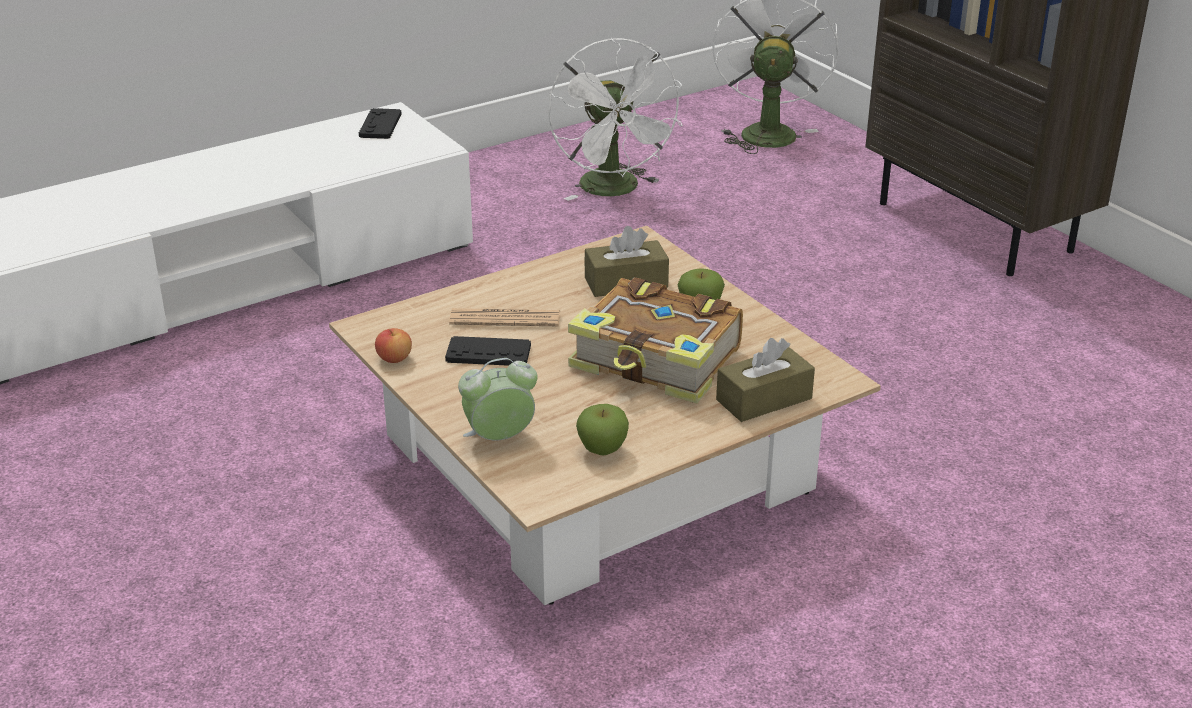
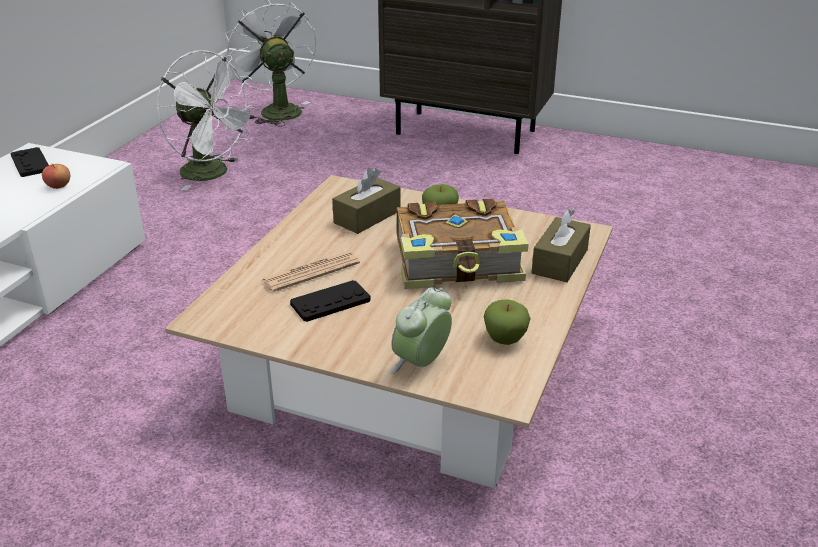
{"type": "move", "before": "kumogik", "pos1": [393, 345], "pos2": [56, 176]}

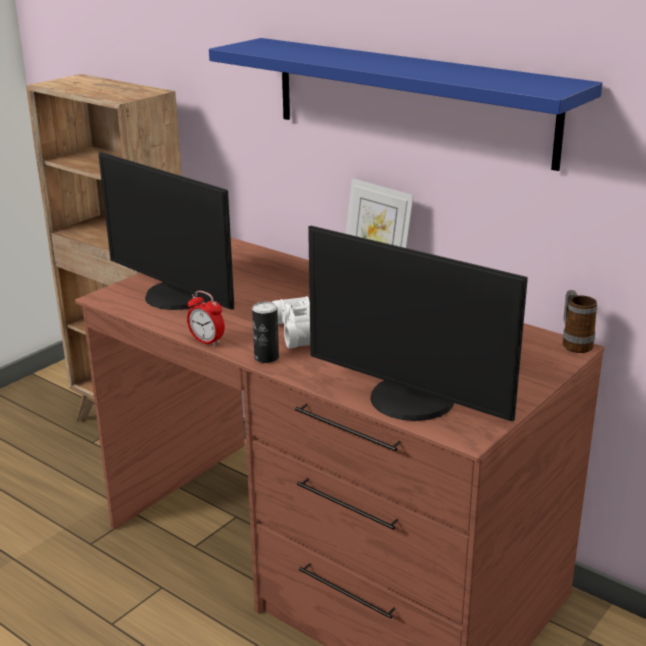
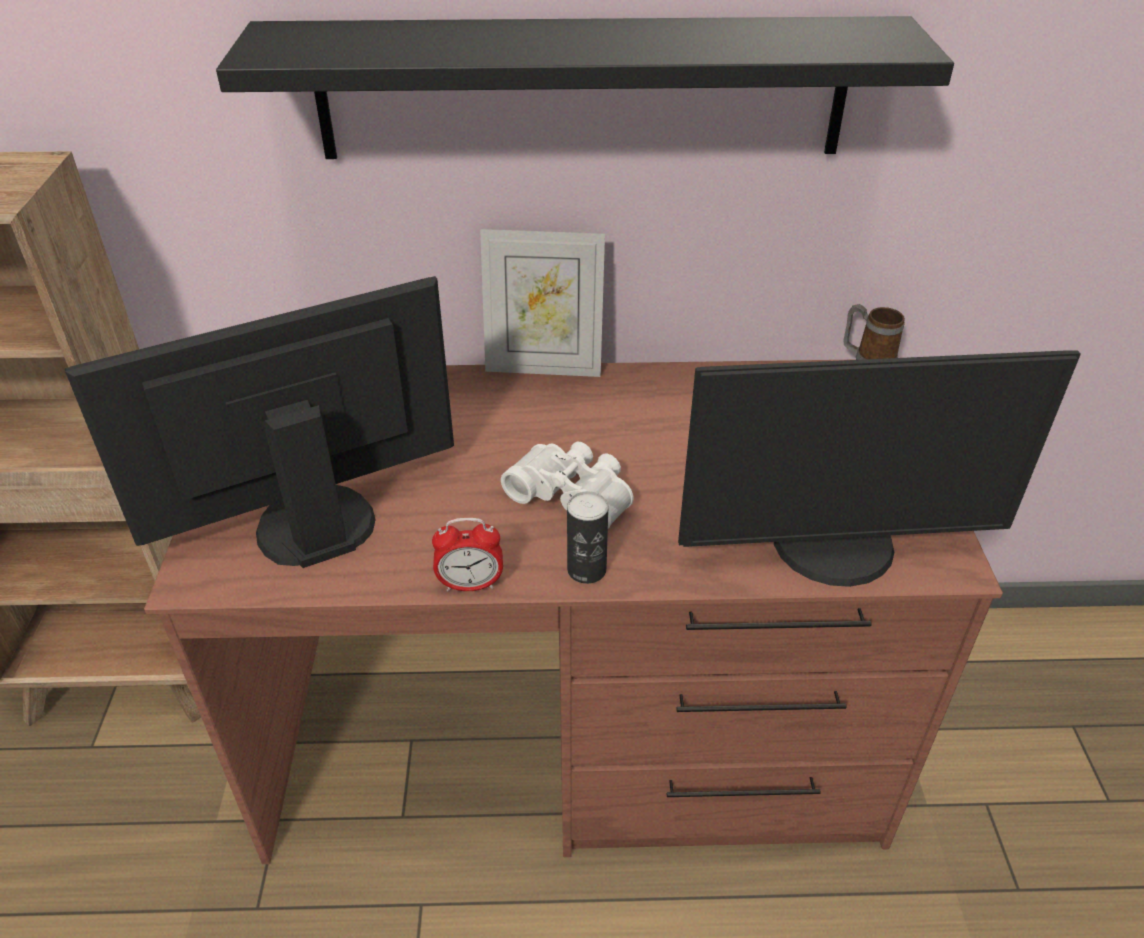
{"type": "rotate", "before": "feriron", "pos1": [166, 231], "pos2": [259, 422], "turn": 150}
{"type": "recolor", "before": "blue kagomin", "after": "black kagomin", "pos1": [405, 104], "pos2": [585, 87]}

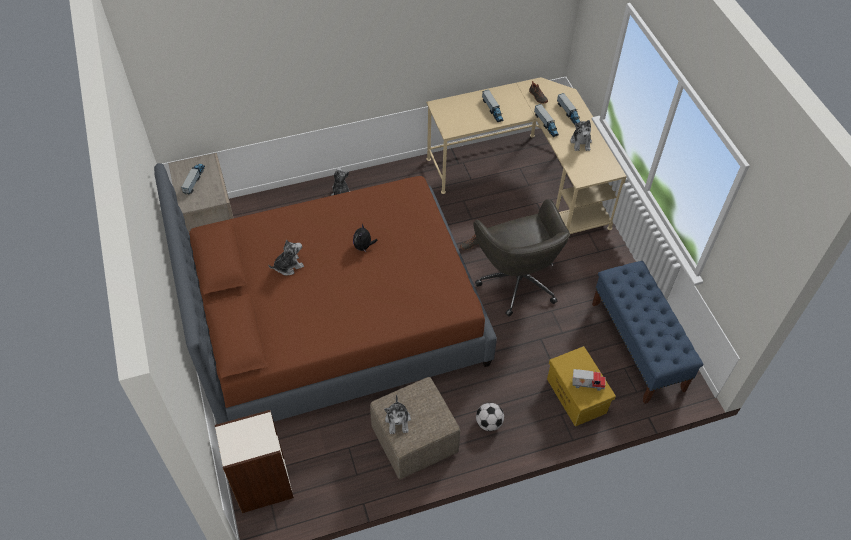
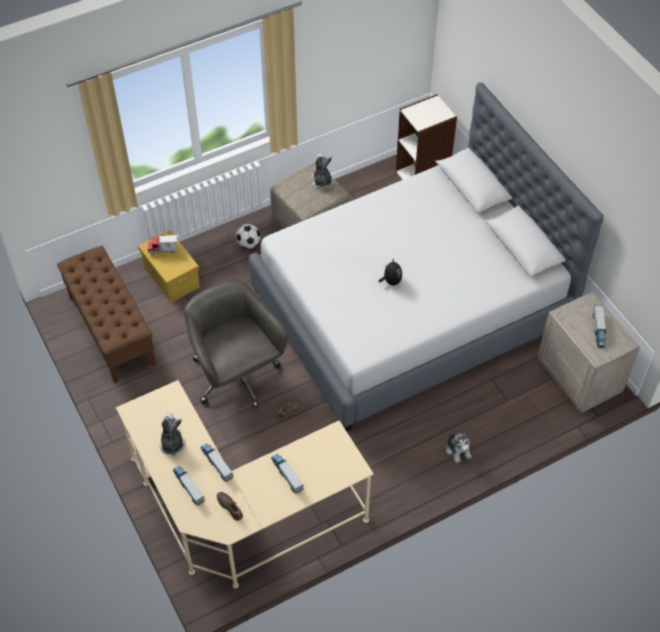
{"type": "recolor", "before": "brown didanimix", "after": "grey didanimix", "pos1": [325, 293], "pos2": [426, 257]}
{"type": "delete", "before": "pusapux", "pos1": [286, 258]}
{"type": "recolor", "before": "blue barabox", "after": "brown barabox", "pos1": [647, 332], "pos2": [106, 315]}

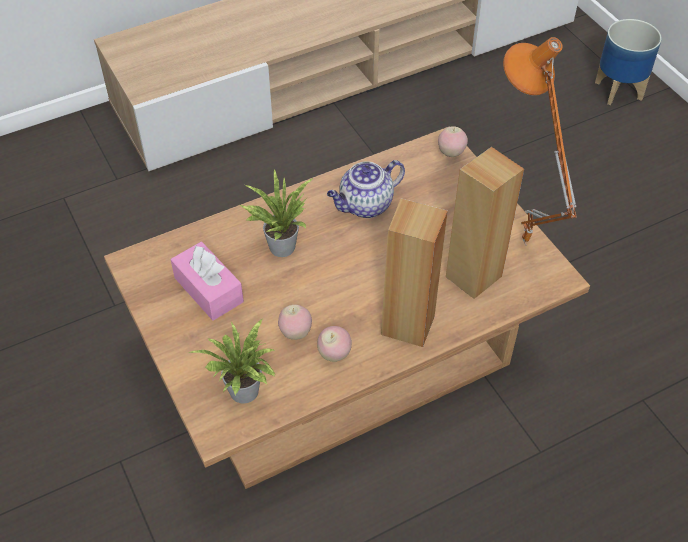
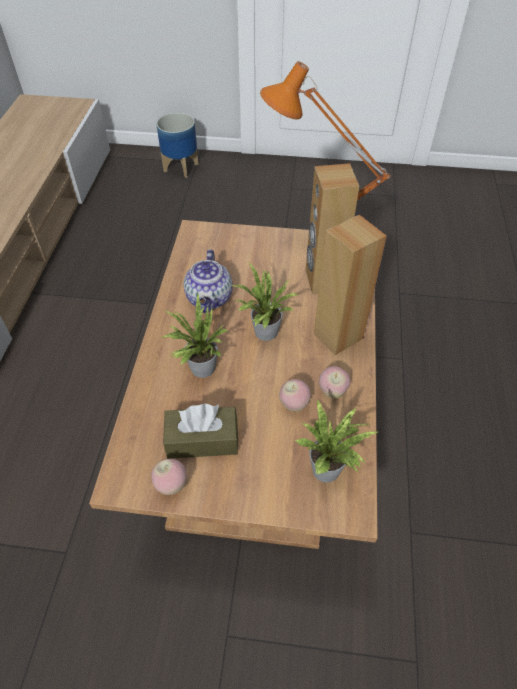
{"type": "recolor", "before": "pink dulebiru", "after": "brown dulebiru", "pos1": [207, 281], "pos2": [200, 431]}
{"type": "move", "before": "kumogik", "pos1": [453, 141], "pos2": [169, 477]}
{"type": "insert", "after": "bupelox", "pos2": [265, 302]}

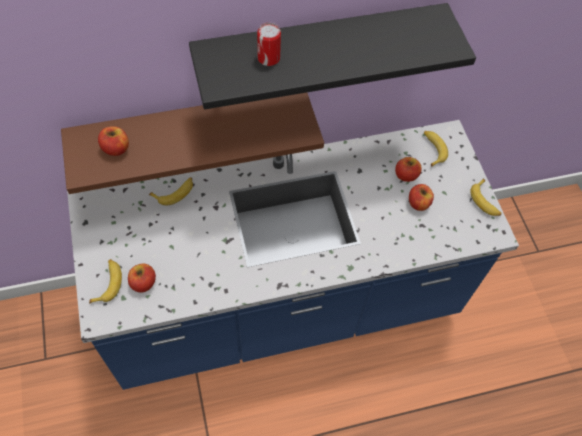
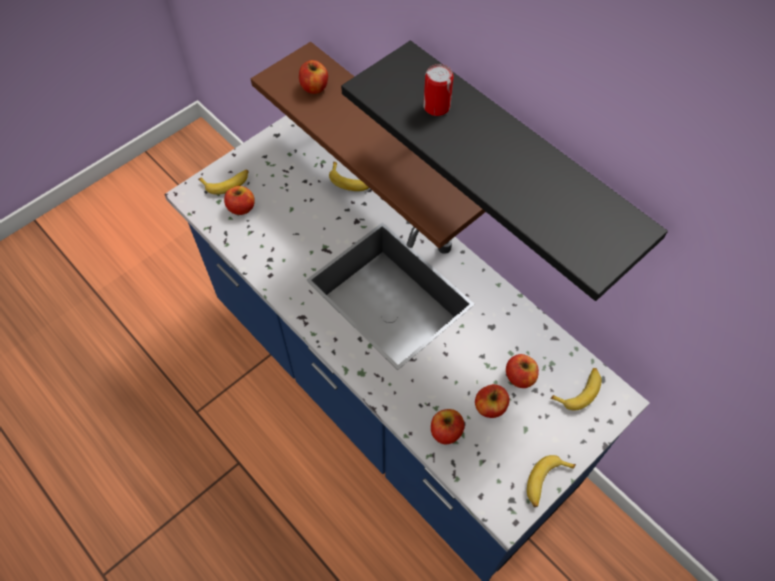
{"type": "insert", "after": "kumogik", "pos2": [447, 426]}

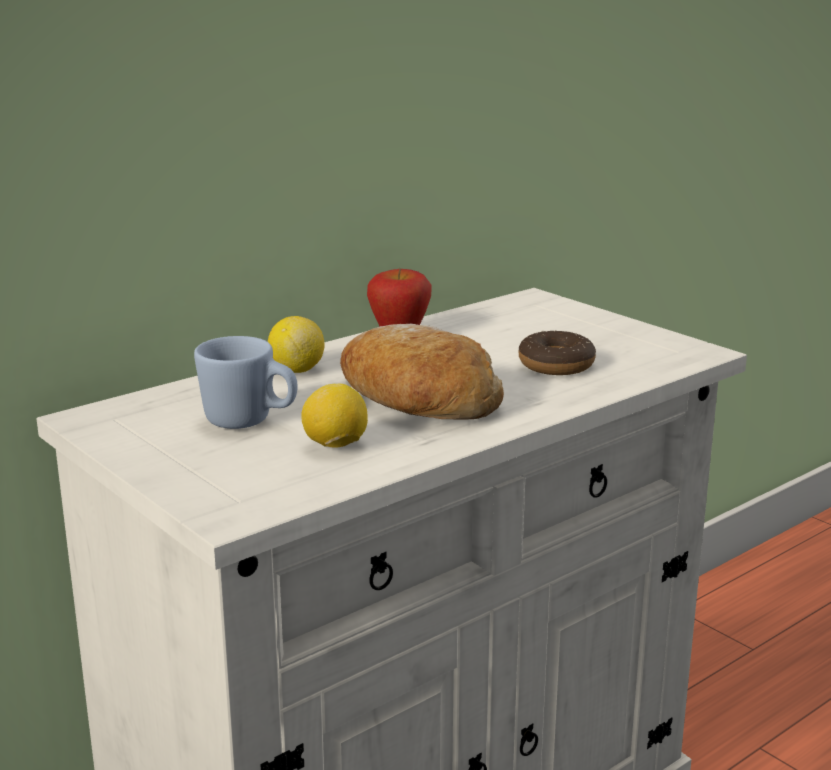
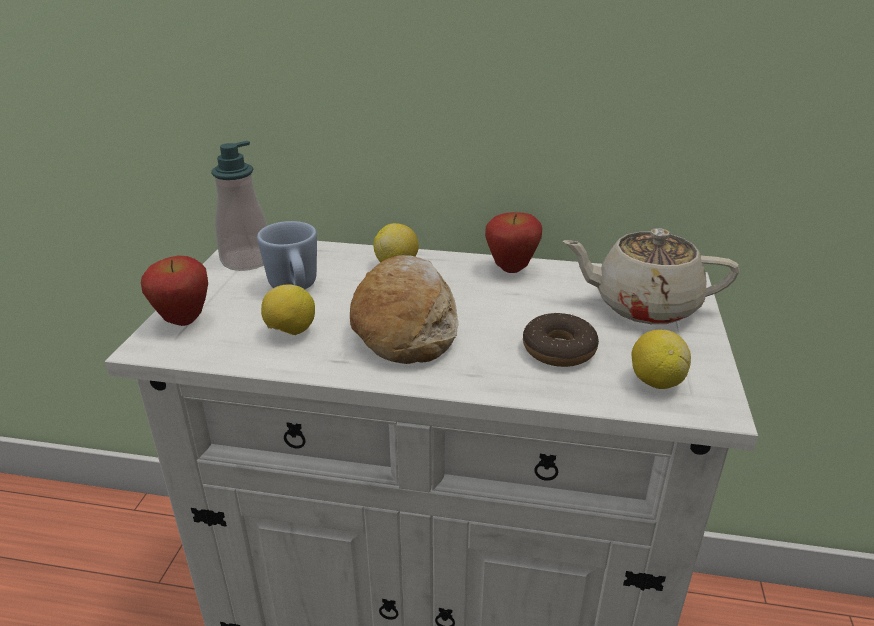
{"type": "insert", "after": "kumogik", "pos2": [174, 290]}
{"type": "insert", "after": "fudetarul", "pos2": [239, 206]}
{"type": "insert", "after": "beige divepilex", "pos2": [650, 276]}
{"type": "insert", "after": "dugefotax", "pos2": [661, 359]}

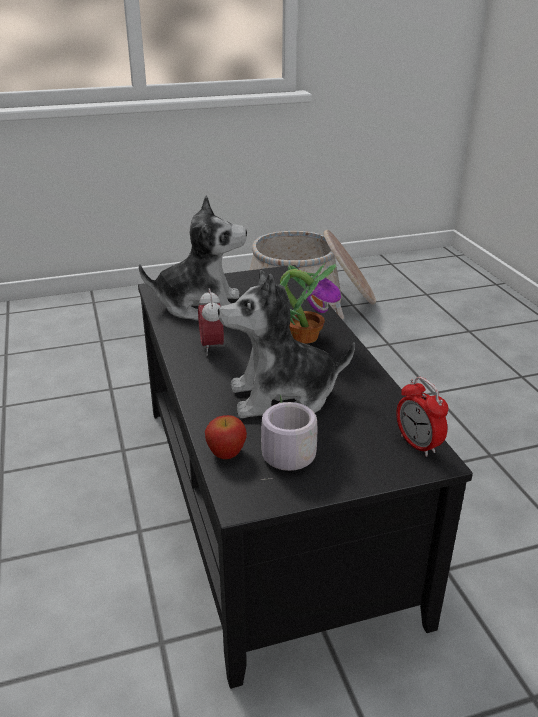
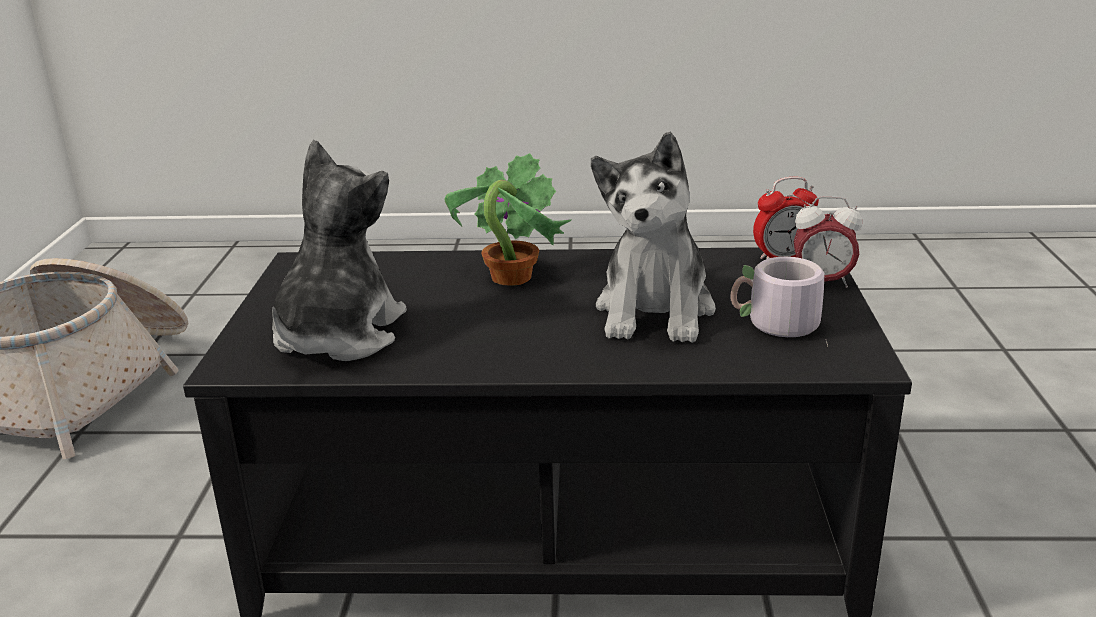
{"type": "move", "before": "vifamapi", "pos1": [211, 322], "pos2": [828, 242]}
{"type": "delete", "before": "kumogik", "pos1": [226, 437]}

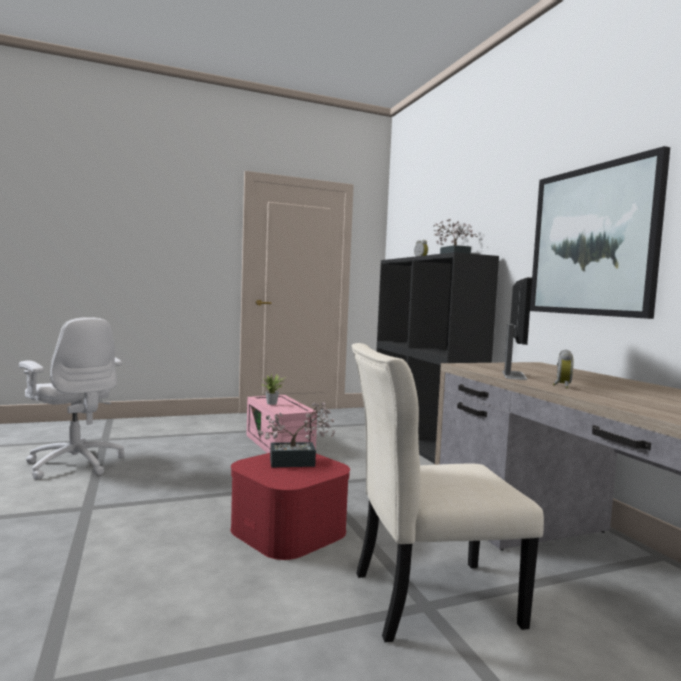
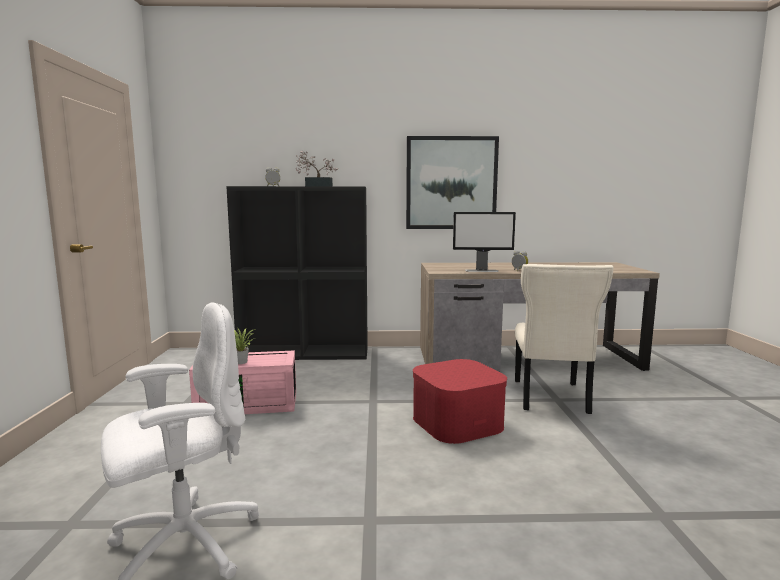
{"type": "delete", "before": "bupelox", "pos1": [296, 434]}
{"type": "rotate", "before": "feriron", "pos1": [517, 328], "pos2": [484, 242], "turn": 150}

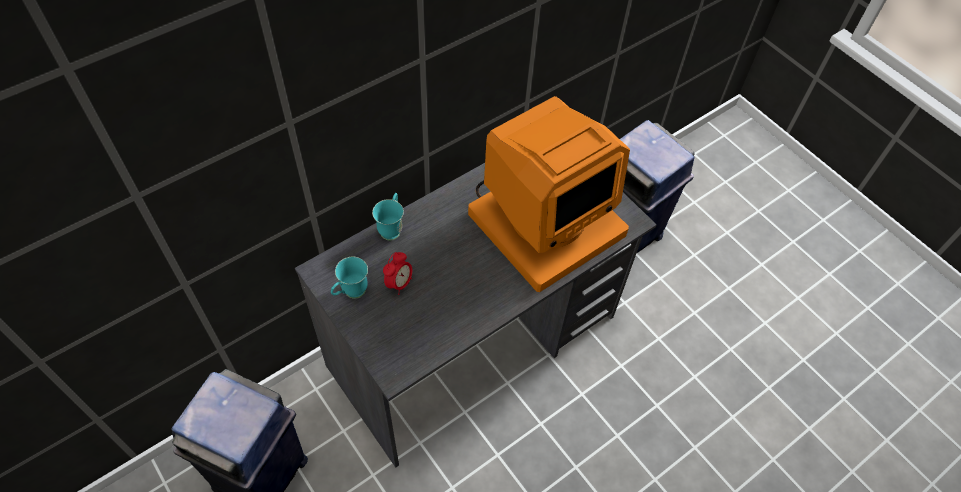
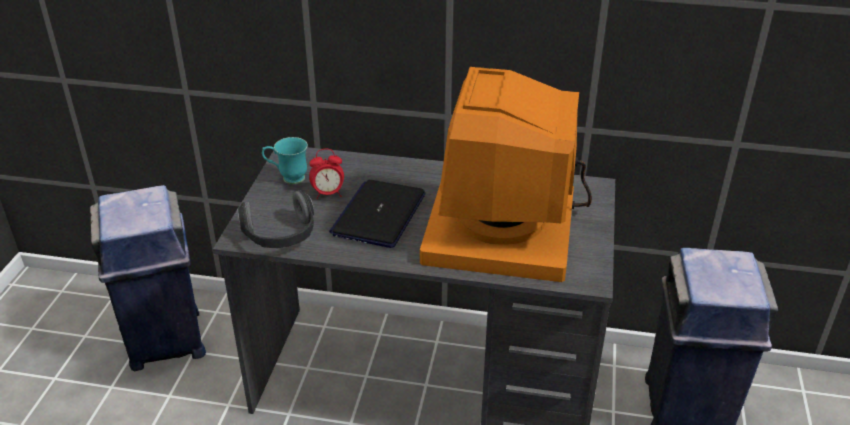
{"type": "delete", "before": "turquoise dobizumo", "pos1": [388, 217]}
{"type": "rotate", "before": "feriron", "pos1": [549, 194], "pos2": [506, 174], "turn": 90}
{"type": "insert", "after": "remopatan", "pos2": [275, 219]}
{"type": "insert", "after": "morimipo", "pos2": [377, 214]}

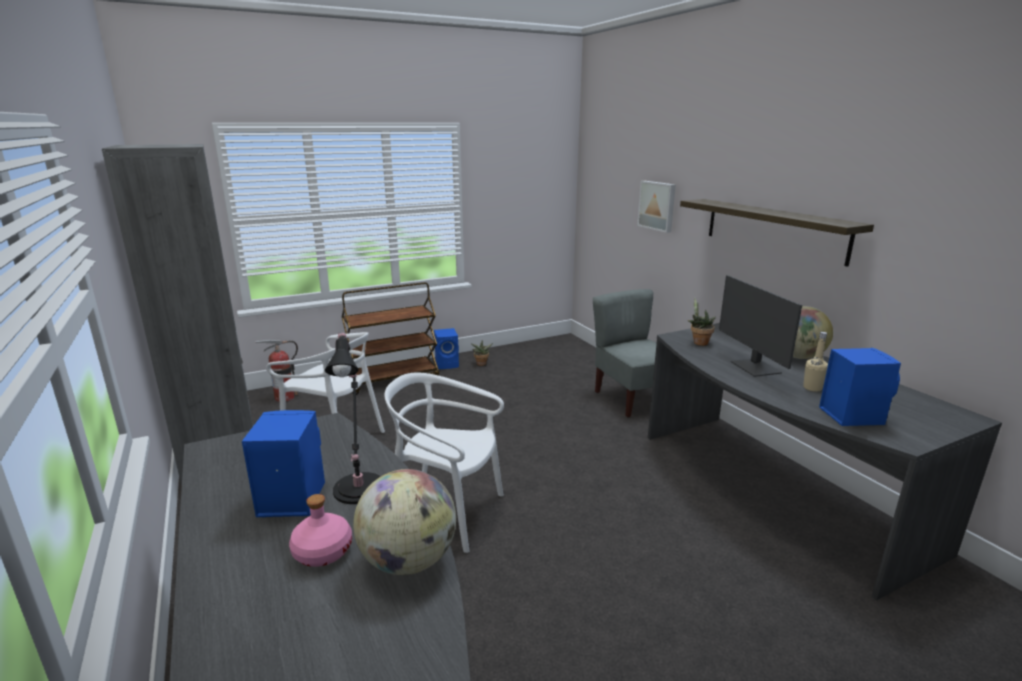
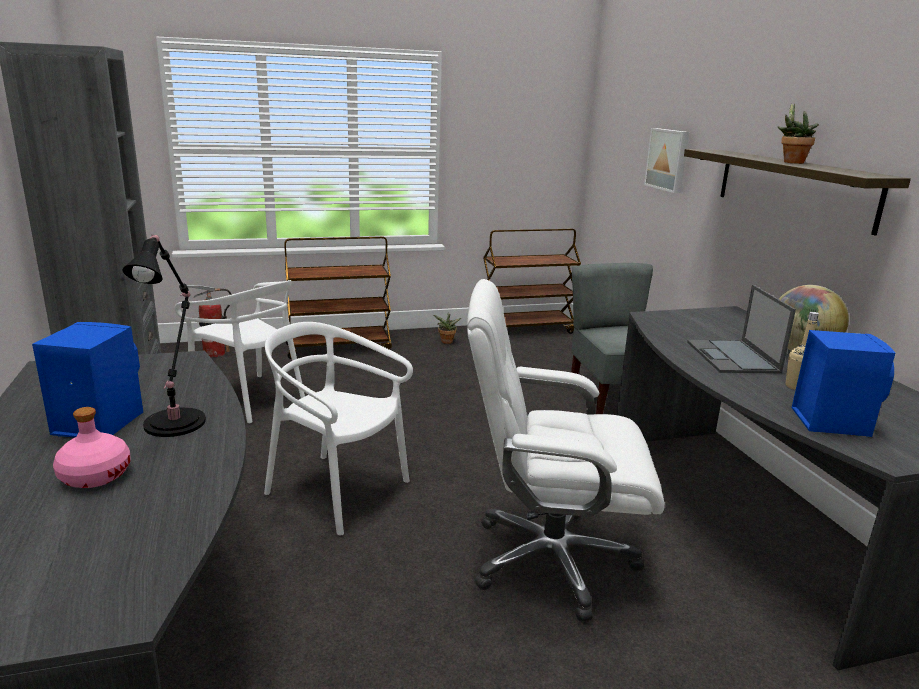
{"type": "delete", "before": "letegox", "pos1": [404, 522]}
{"type": "delete", "before": "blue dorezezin", "pos1": [446, 348]}
{"type": "move", "before": "bupelox", "pos1": [702, 322], "pos2": [798, 133]}
{"type": "replace", "before": "feriron", "after": "morimipo", "pos1": [760, 326], "pos2": [741, 329]}
{"type": "insert", "after": "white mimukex", "pos2": [566, 450]}
{"type": "insert", "after": "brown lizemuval", "pos2": [532, 281]}

